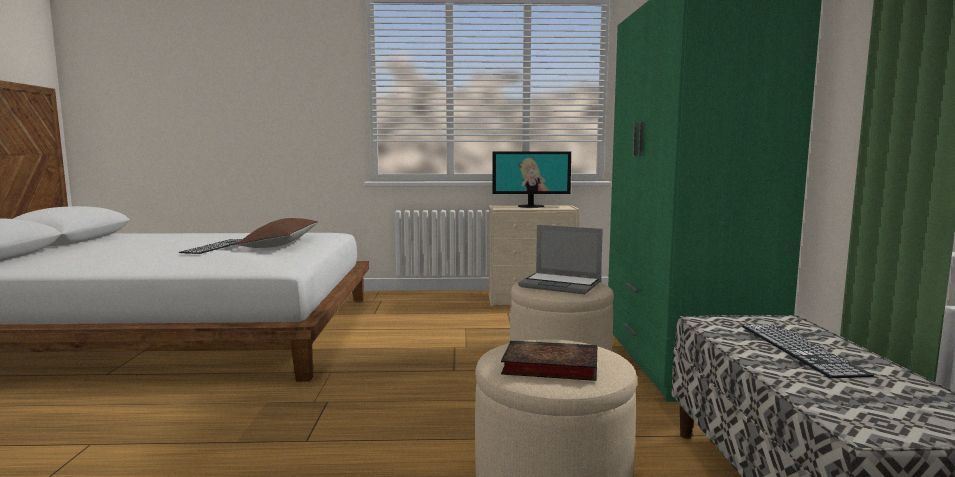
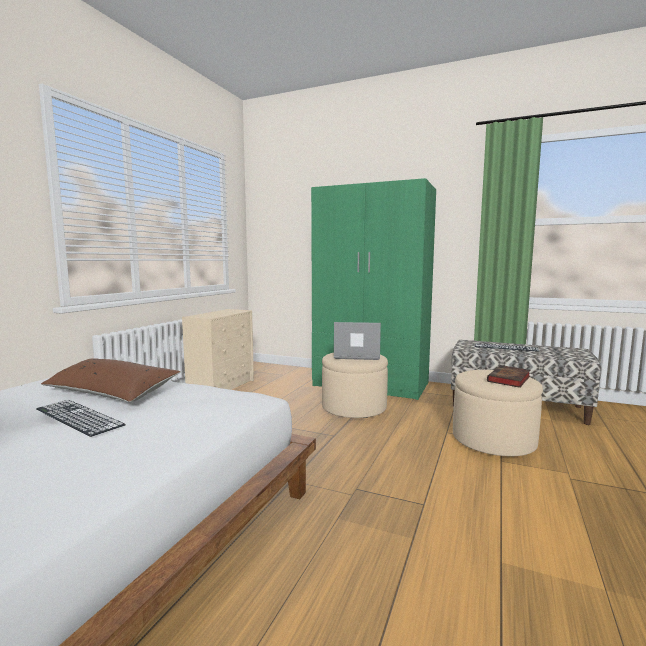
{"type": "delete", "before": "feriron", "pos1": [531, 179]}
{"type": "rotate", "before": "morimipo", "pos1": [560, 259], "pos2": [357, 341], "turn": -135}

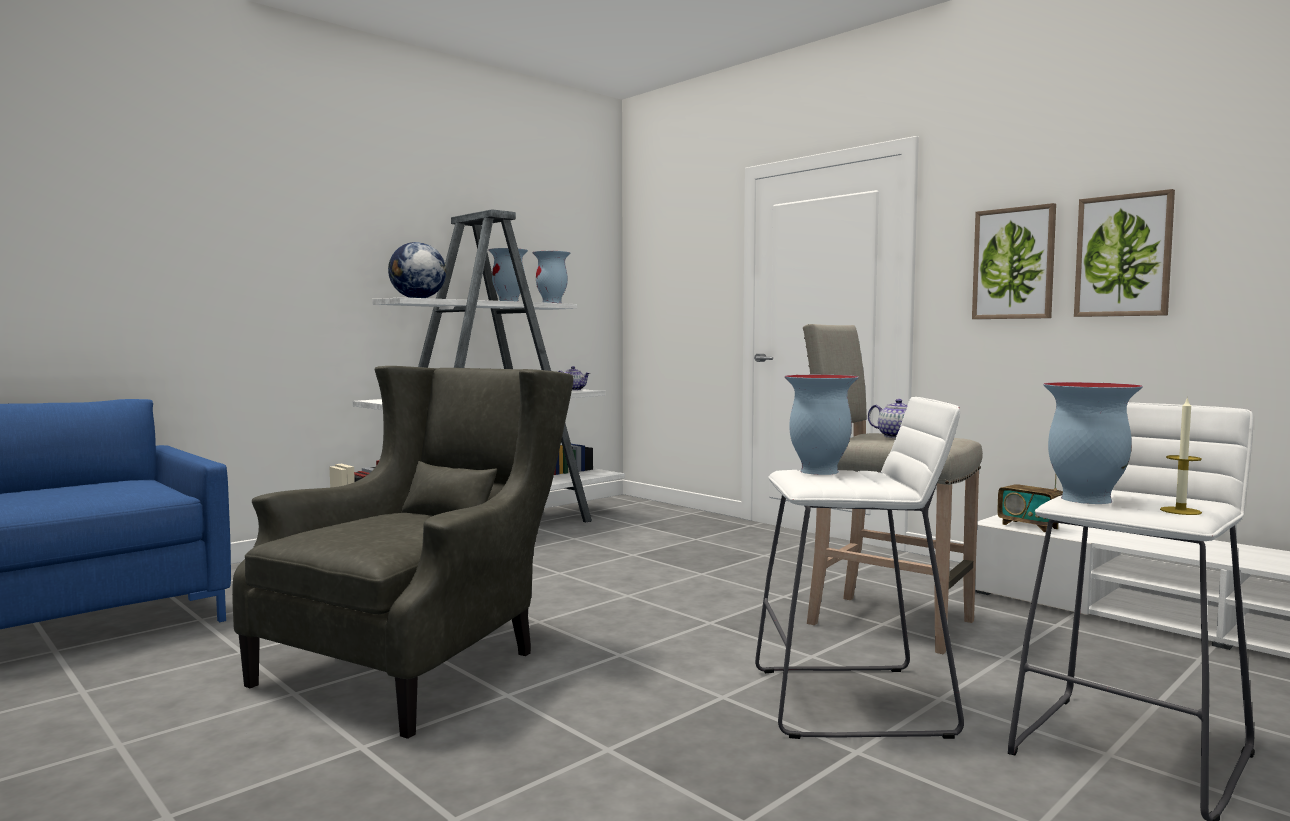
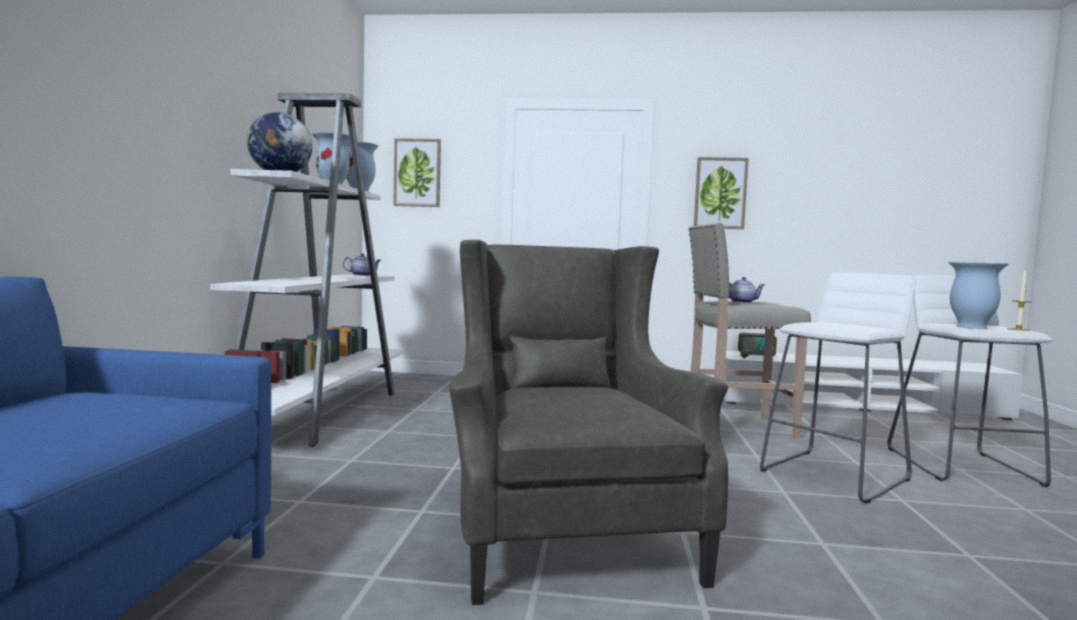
{"type": "delete", "before": "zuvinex", "pos1": [821, 425]}
{"type": "move", "before": "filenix", "pos1": [1124, 253], "pos2": [417, 172]}

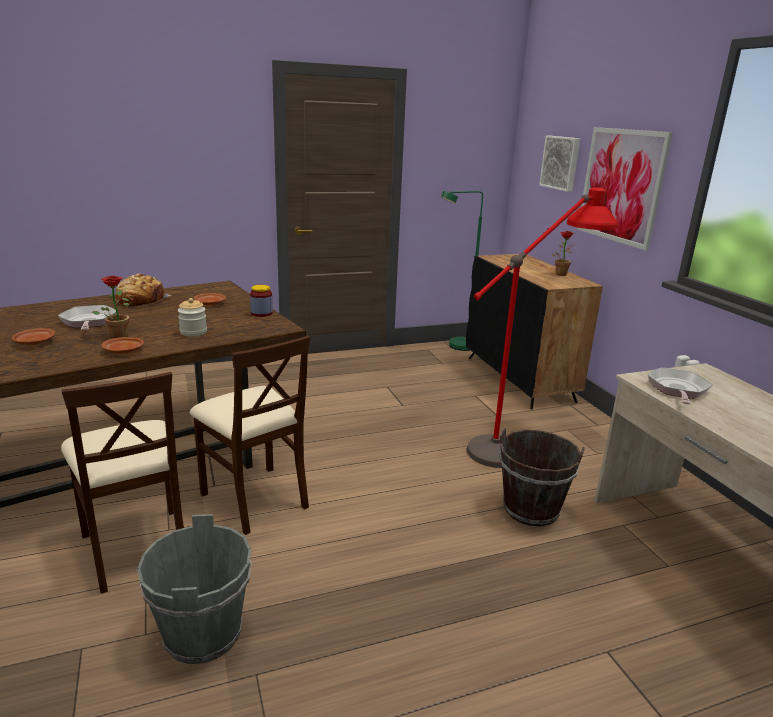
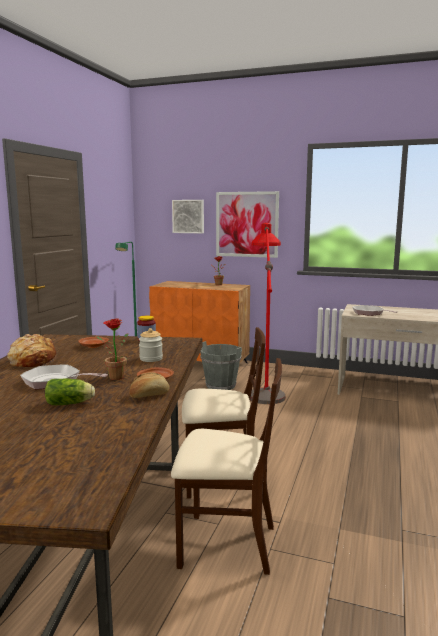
{"type": "replace", "before": "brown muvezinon", "after": "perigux", "pos1": [33, 336], "pos2": [70, 392]}
{"type": "move", "before": "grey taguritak", "pos1": [194, 589], "pos2": [221, 365]}
{"type": "recolor", "before": "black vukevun", "after": "orange vukevun", "pos1": [534, 331], "pos2": [199, 322]}
{"type": "delete", "before": "brown taguritak", "pos1": [542, 478]}
{"type": "insert", "after": "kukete", "pos2": [149, 385]}

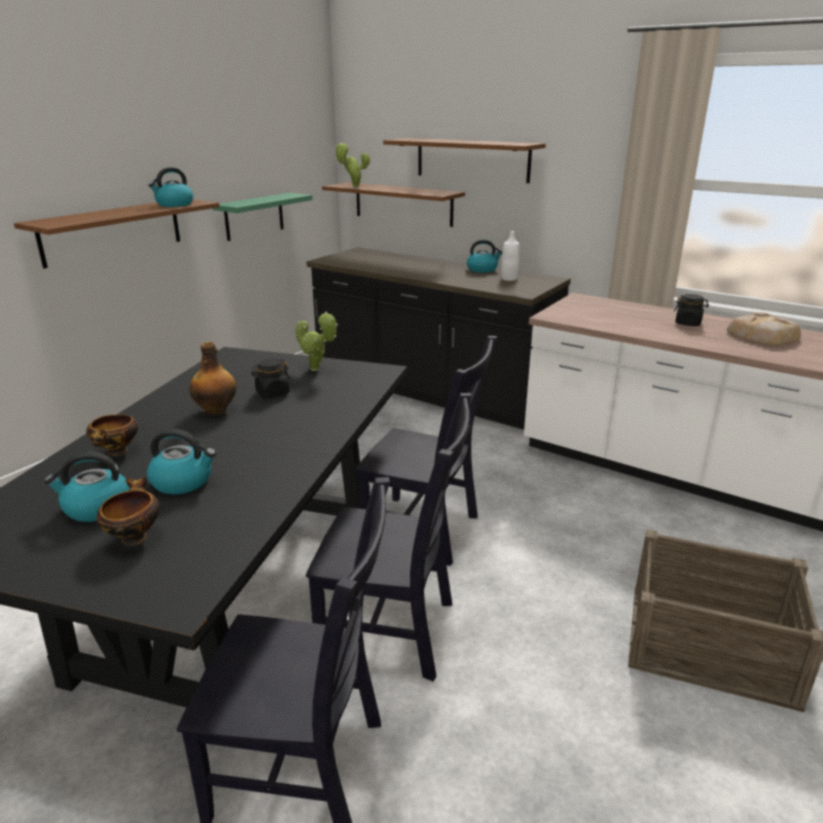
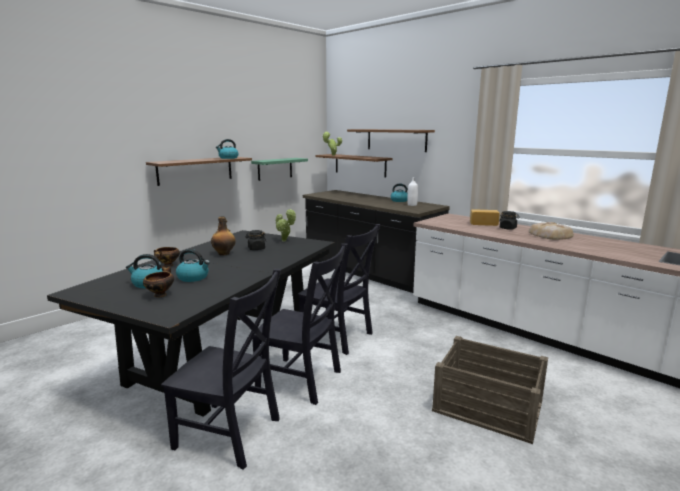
{"type": "insert", "after": "kukete", "pos2": [485, 217]}

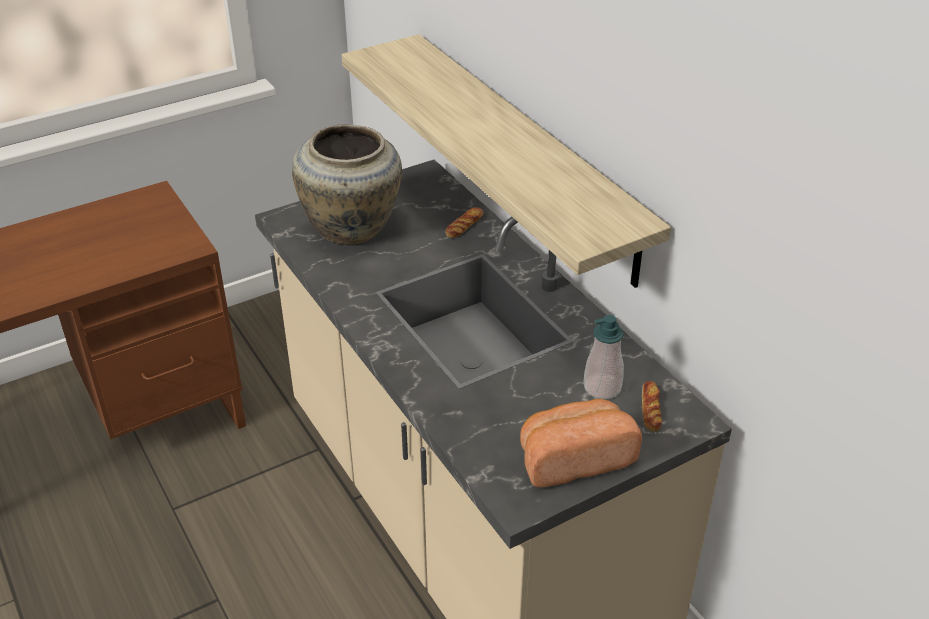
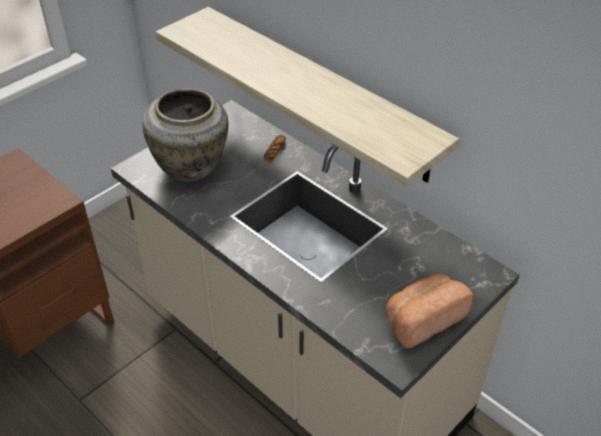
{"type": "delete", "before": "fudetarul", "pos1": [603, 357]}
{"type": "delete", "before": "kukete", "pos1": [652, 406]}

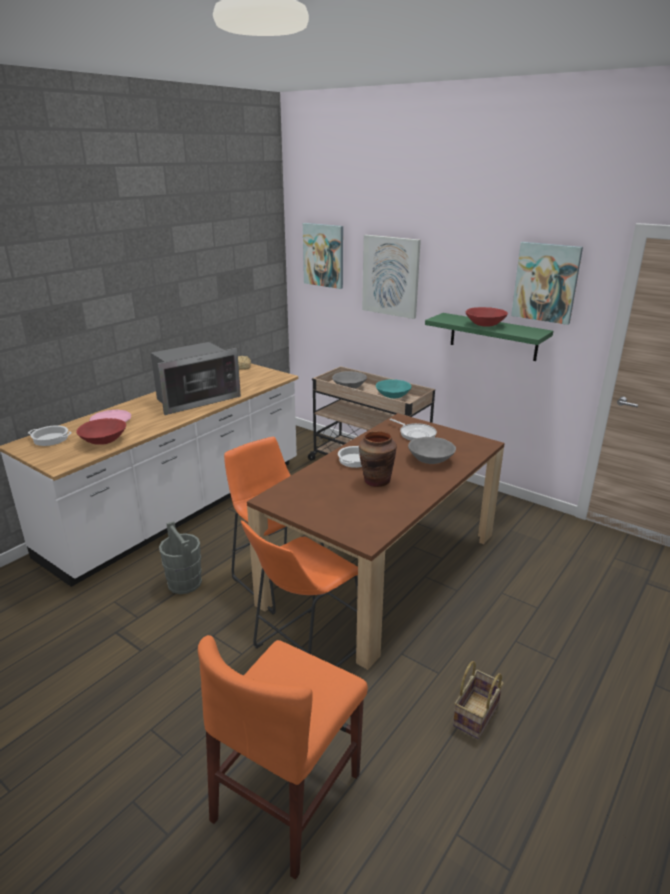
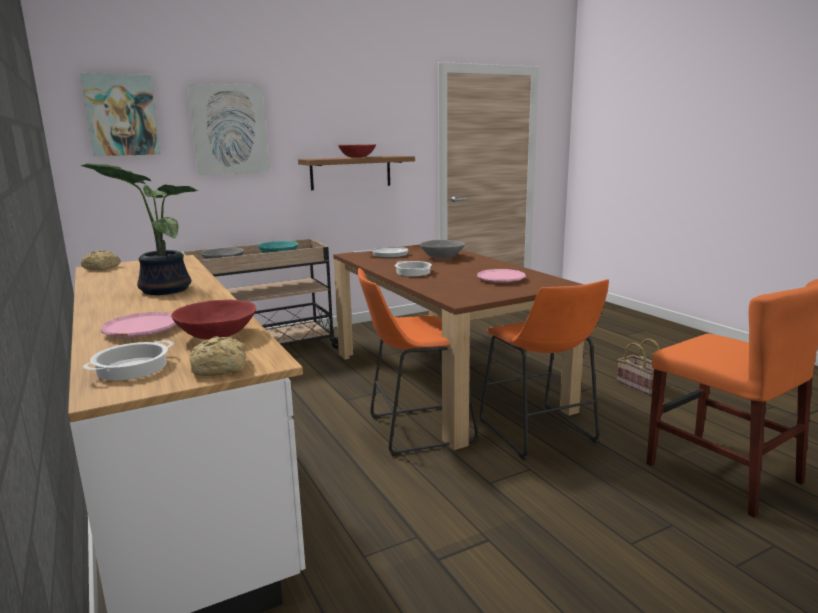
{"type": "replace", "before": "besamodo", "after": "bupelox", "pos1": [196, 378], "pos2": [139, 229]}
{"type": "delete", "before": "grey taguritak", "pos1": [180, 557]}
{"type": "delete", "before": "brown zuvinex", "pos1": [378, 459]}
{"type": "recolor", "before": "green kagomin", "after": "brown kagomin", "pos1": [489, 337], "pos2": [356, 173]}
{"type": "delete", "before": "filenix", "pos1": [547, 283]}
{"type": "insert", "after": "kukete", "pos2": [217, 356]}
{"type": "insert", "after": "pink muvezinon", "pos2": [501, 276]}

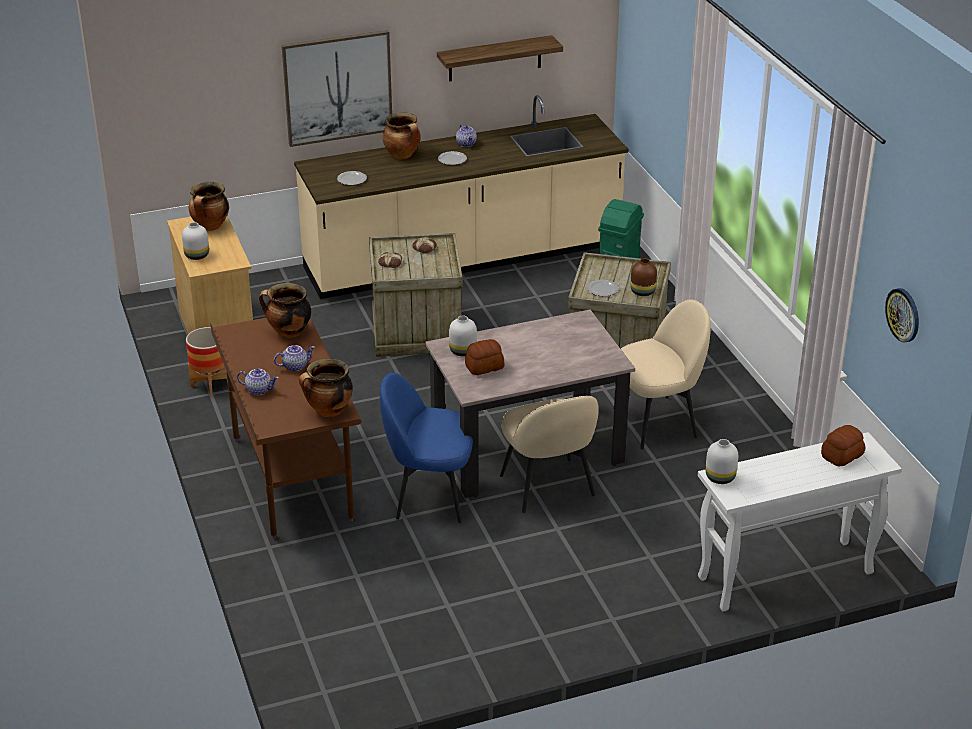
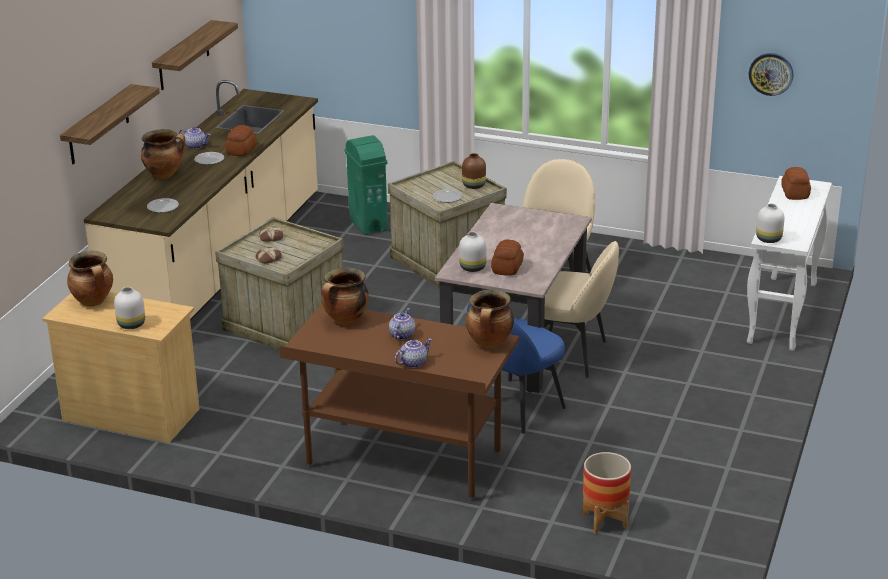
{"type": "move", "before": "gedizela", "pos1": [207, 361], "pos2": [607, 493]}
{"type": "replace", "before": "filenix", "after": "kagomin", "pos1": [337, 88], "pos2": [110, 124]}
{"type": "insert", "after": "kukete", "pos2": [241, 140]}

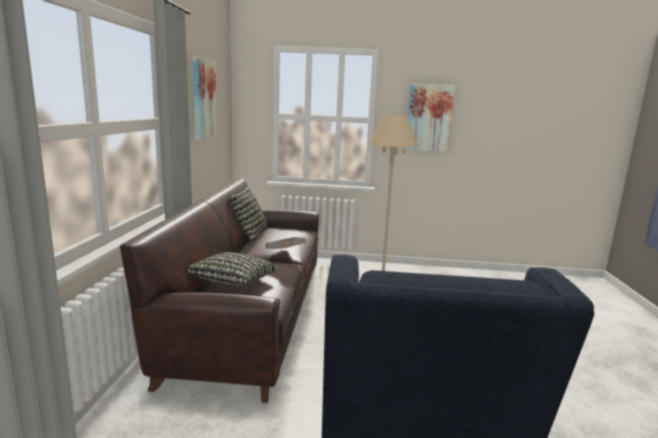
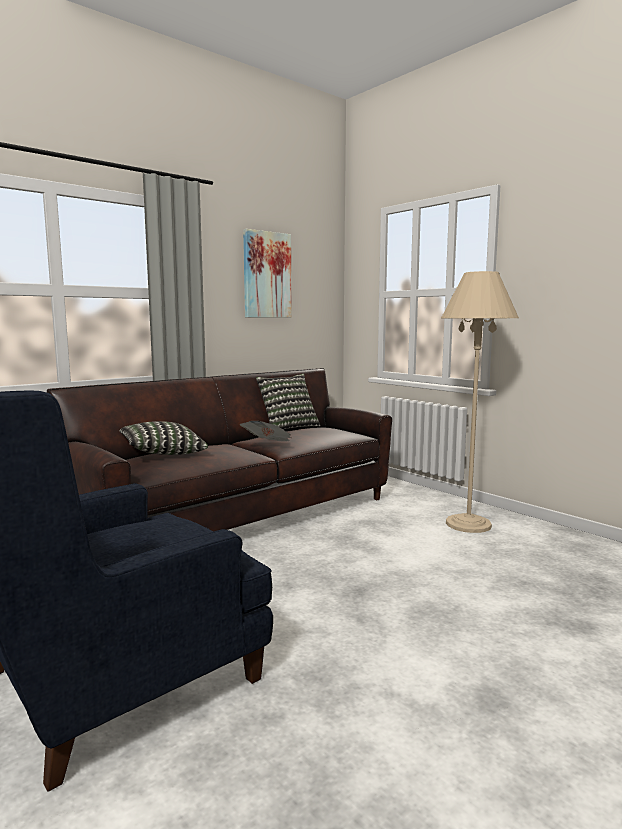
{"type": "delete", "before": "filenix", "pos1": [430, 117]}

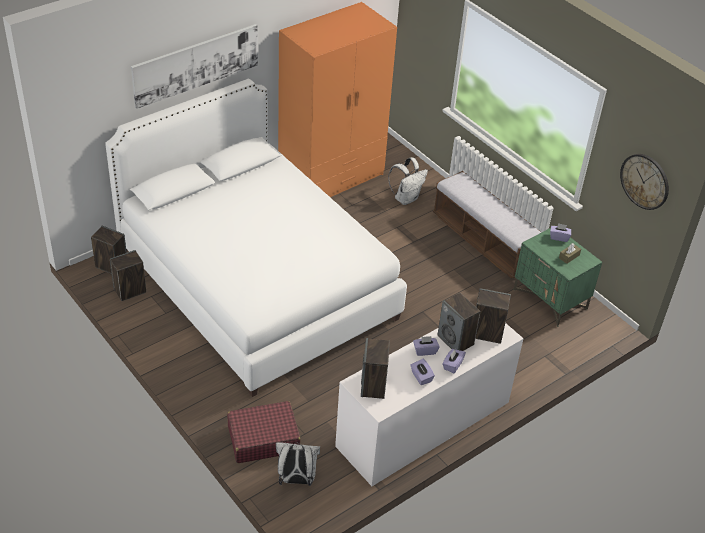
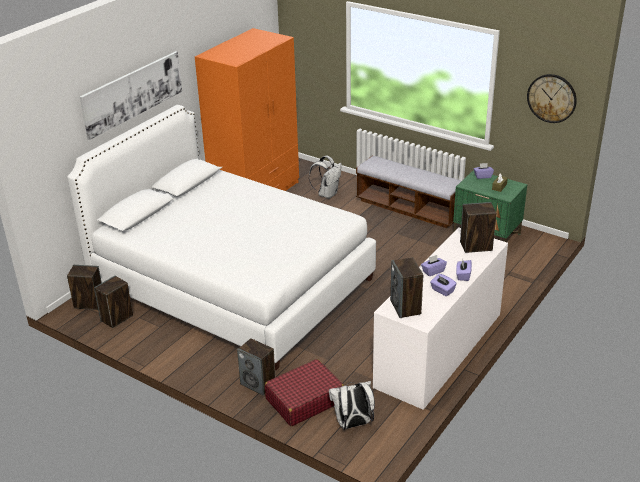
{"type": "move", "before": "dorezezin", "pos1": [458, 322], "pos2": [256, 367]}

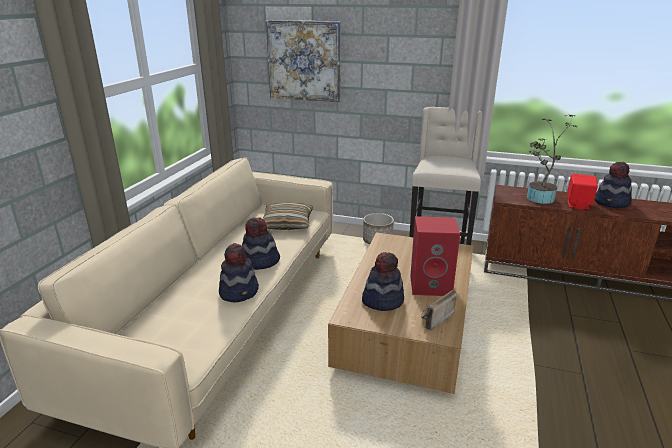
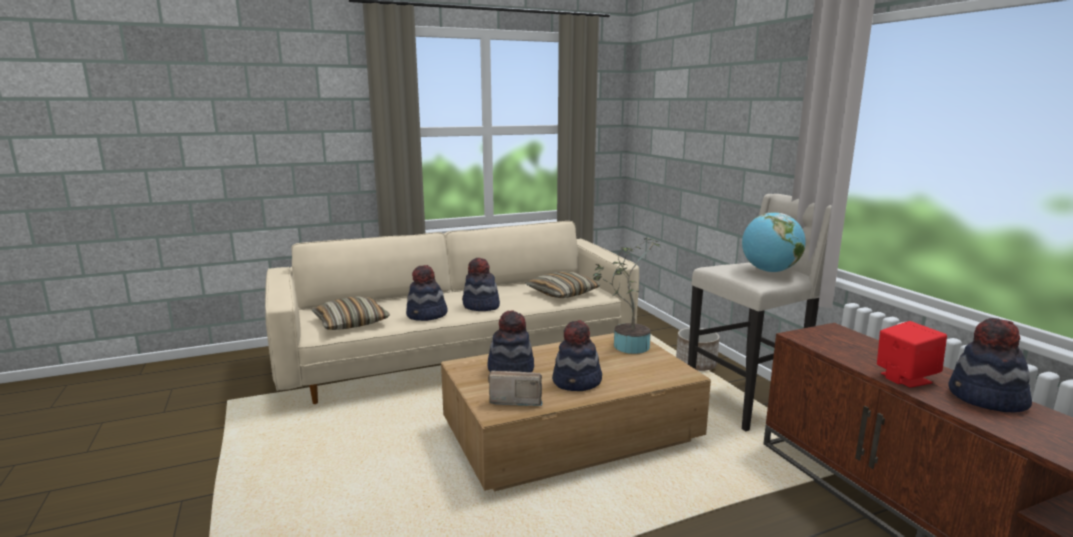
{"type": "delete", "before": "filenix", "pos1": [303, 61]}
{"type": "replace", "before": "red dorezezin", "after": "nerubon", "pos1": [435, 256], "pos2": [577, 355]}
{"type": "move", "before": "bupelox", "pos1": [551, 159], "pos2": [626, 296]}
{"type": "insert", "after": "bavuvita", "pos2": [351, 313]}
{"type": "insert", "after": "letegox", "pos2": [774, 242]}

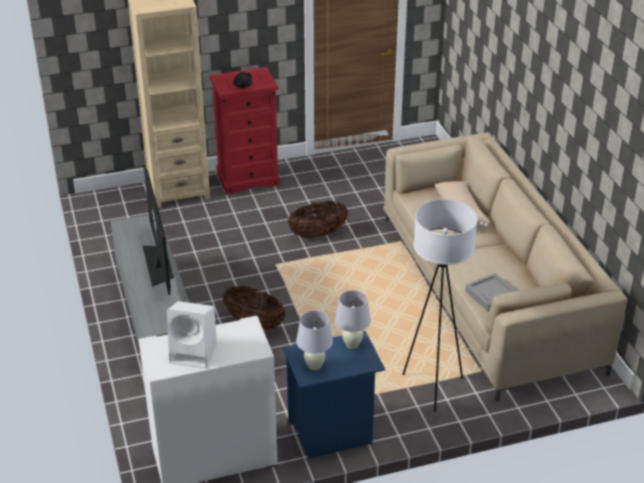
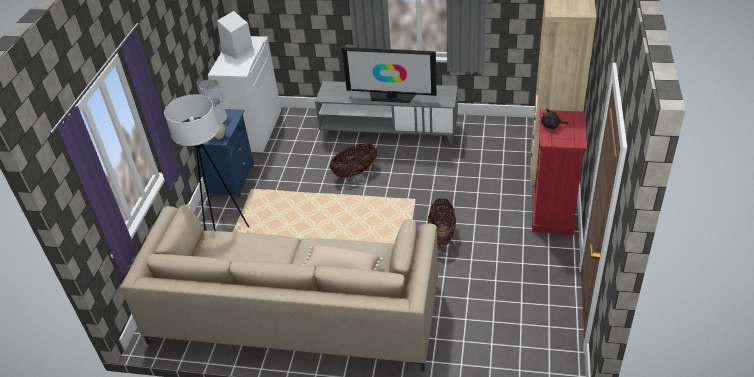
{"type": "delete", "before": "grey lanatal", "pos1": [490, 292]}

